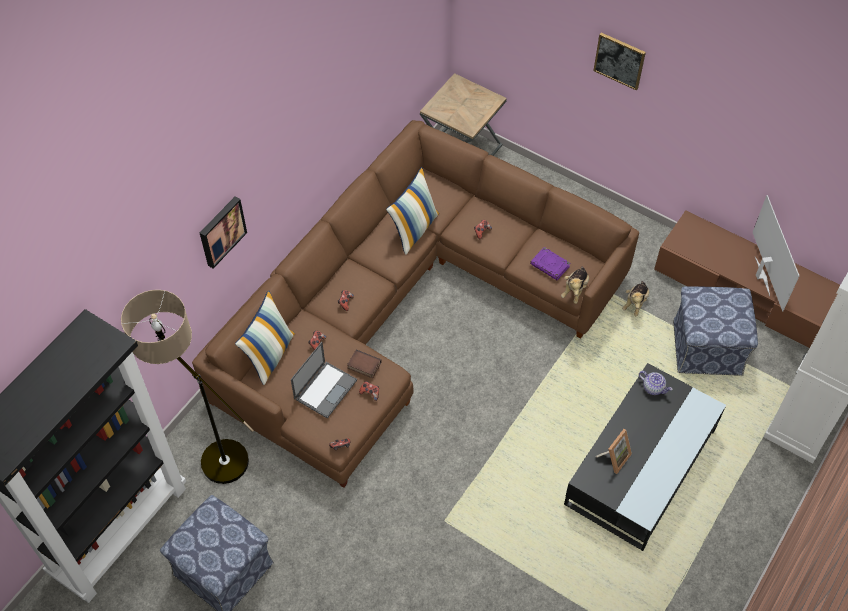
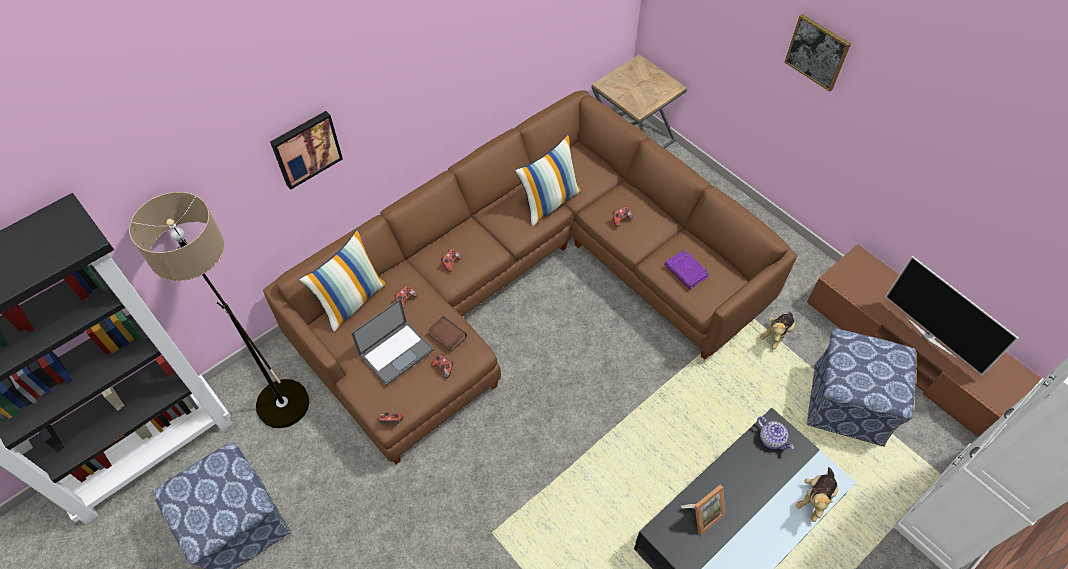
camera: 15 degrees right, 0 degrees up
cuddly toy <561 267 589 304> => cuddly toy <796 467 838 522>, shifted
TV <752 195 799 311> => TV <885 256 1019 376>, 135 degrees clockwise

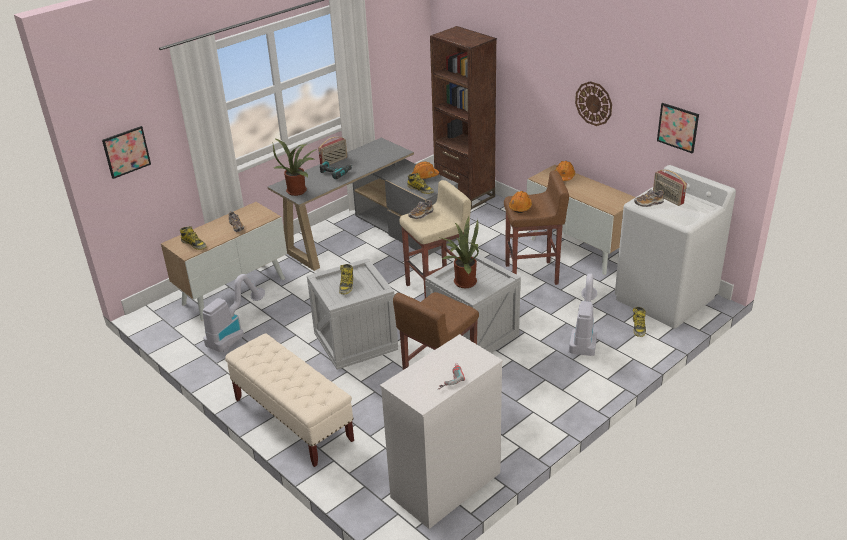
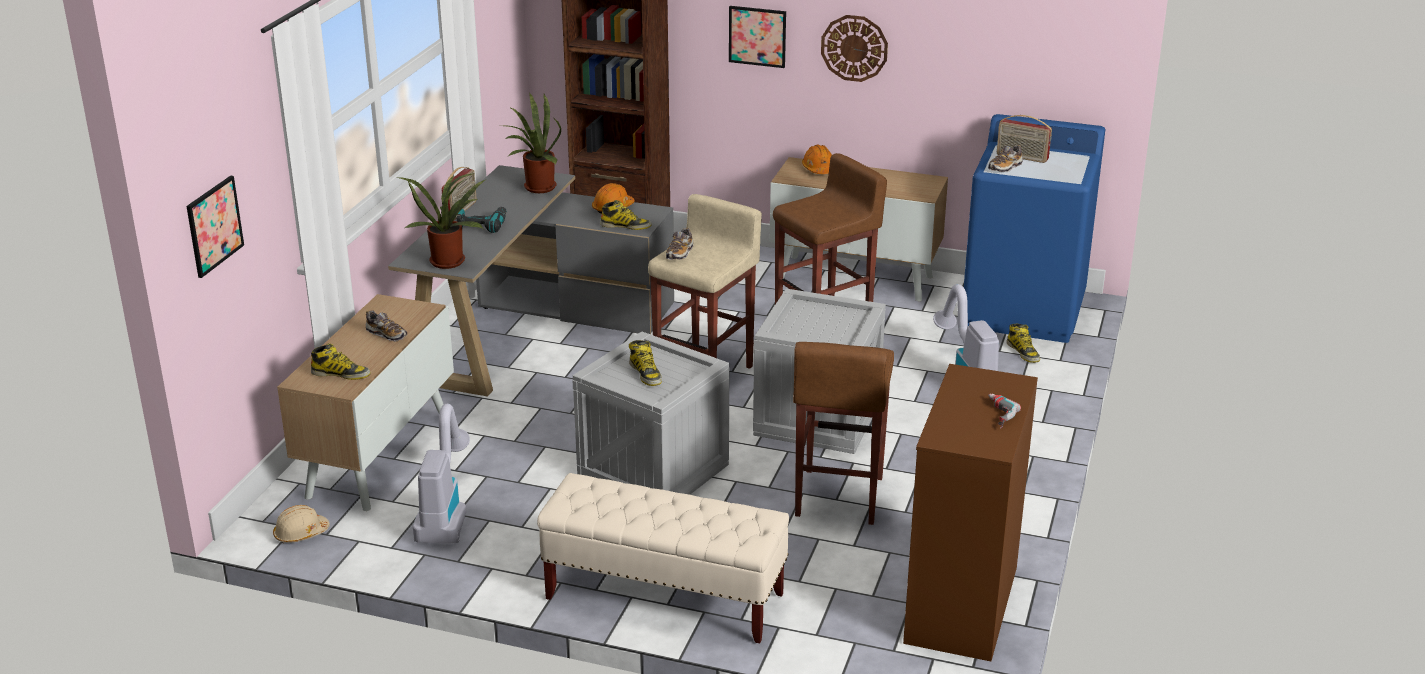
camera: 30 degrees left, 5 degrees down
whitish drawer chest <380 334 503 529> => brown-coloured drawer chest <903 364 1038 661>
plant in a pot <441 217 479 288> => plant in a pot <505 93 561 193>, shifted
orangey safety helmet <509 191 532 213> => nothing
whitish washing machine <615 165 736 329> => blue washing machine <964 114 1105 343>
wall art <657 103 699 154> => wall art <729 6 786 68>, shifted
nothing => beige-coloured safety helmet <273 505 330 543>

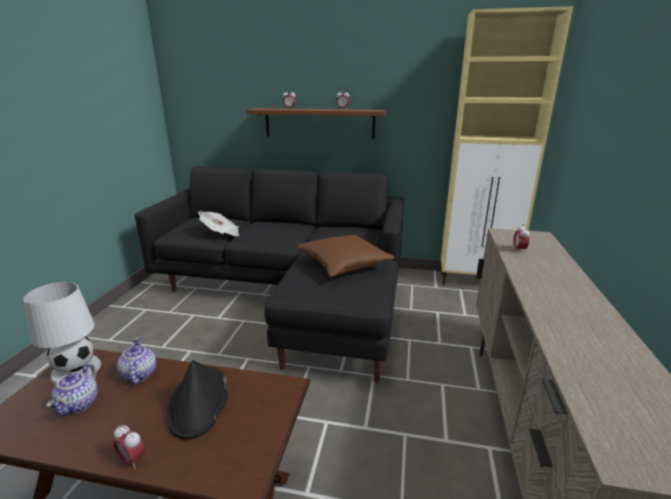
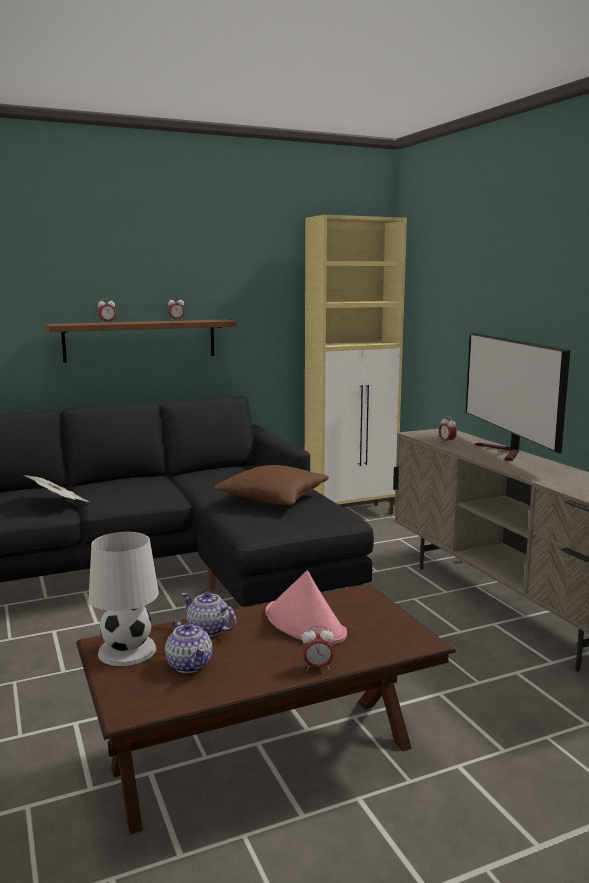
camera: 35 degrees left, 10 degrees down
black hat <167 360 228 440> => pink-coloured hat <265 571 347 645>
nothing => TV <466 333 570 461>

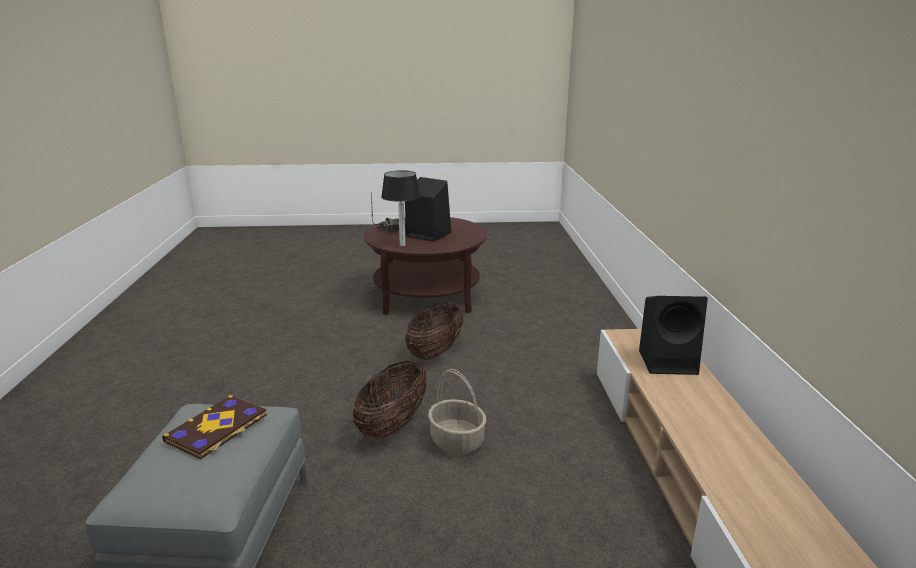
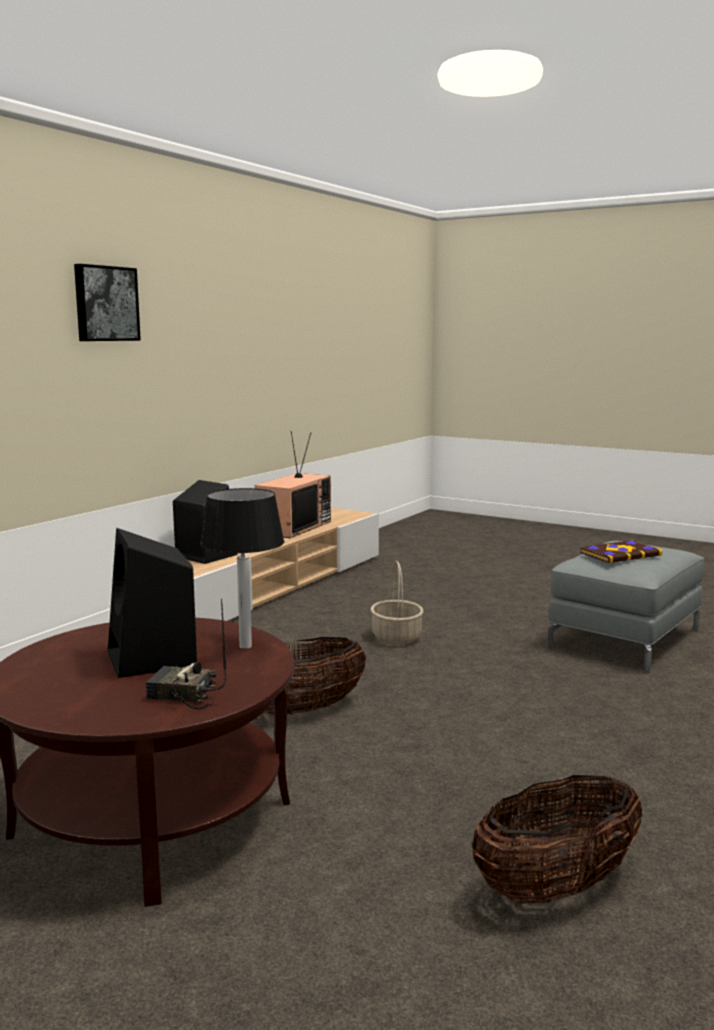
camera: 145 degrees left, 10 degrees down
basket <353 361 426 439> => basket <472 775 643 903>, shifted
nothing => wall art <74 264 141 341>
nothing => TV <255 431 331 538>

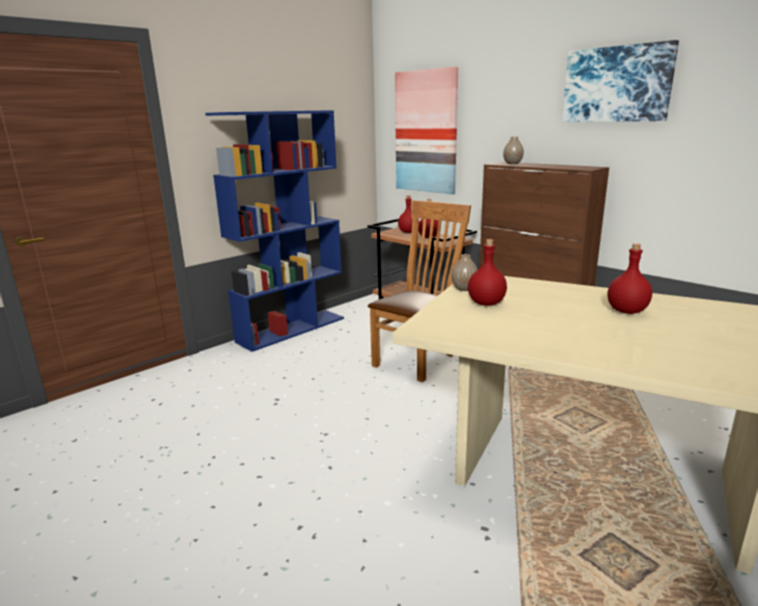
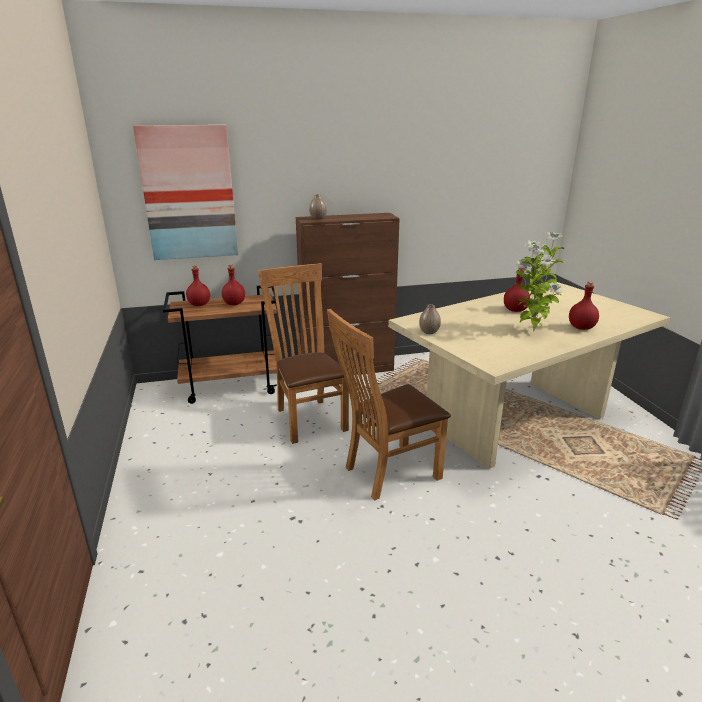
camera: 60 degrees left, 5 degrees up
blue bookcase <205 110 344 352> => nothing
red bottle <468 239 507 306> => red bottle <569 281 599 330>, shifted
wall art <562 40 679 122> => nothing
nothing => brown-coloured plain chair <327 309 451 501>
nothing => plant in a pot <515 232 564 331>

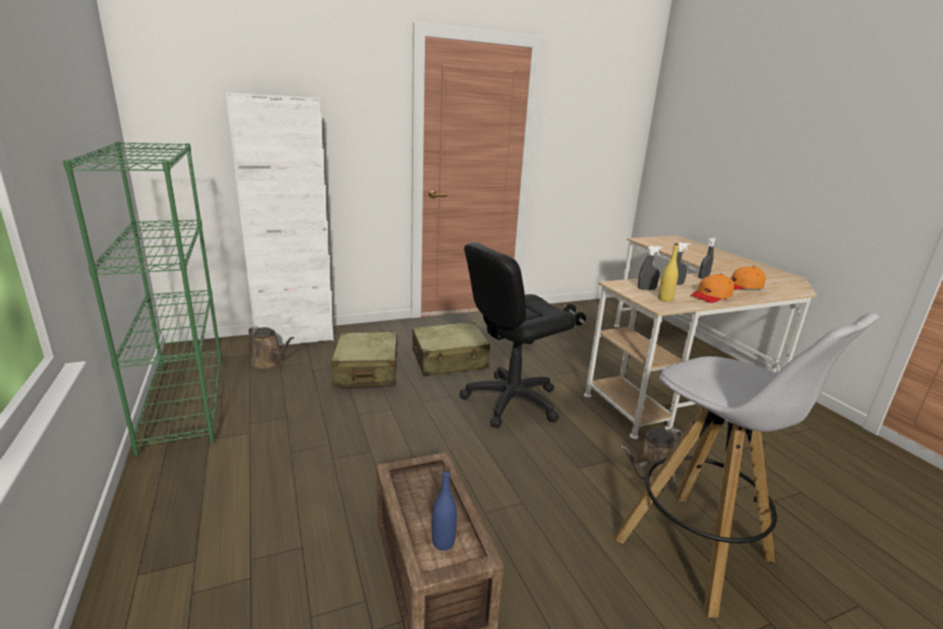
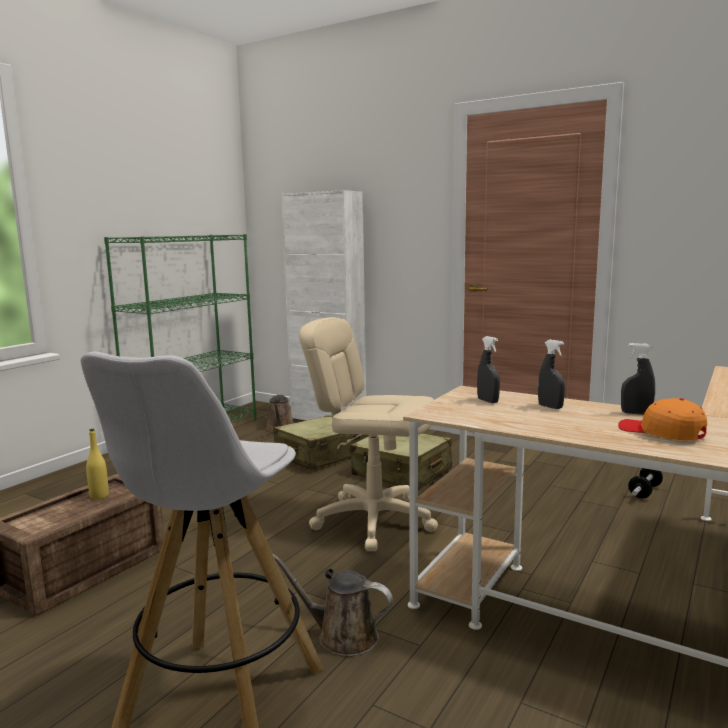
camera: 55 degrees right, 10 degrees down
blue bottle <432 467 457 551> => nothing
black office chair <459 243 576 428> => beige-coloured office chair <299 317 438 551>
yellowish bottle <658 243 679 302> => yellowish bottle <86 429 109 500>, shifted
orangey peaked cap <690 274 734 303> => nothing

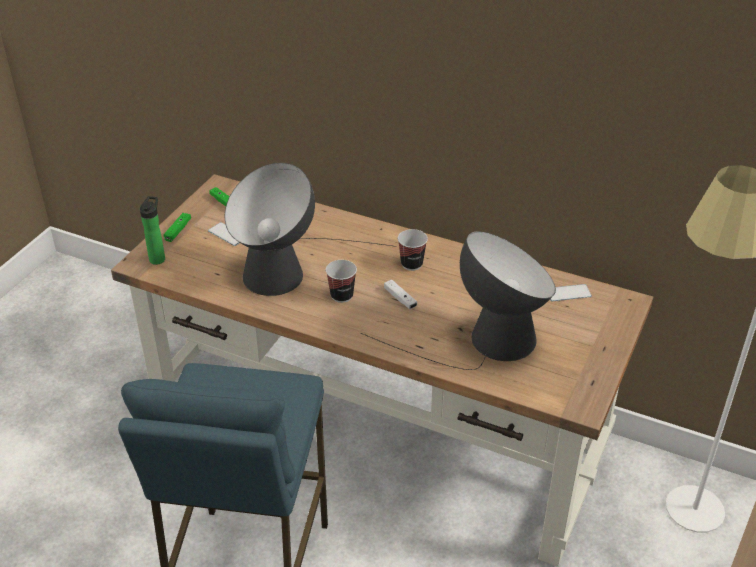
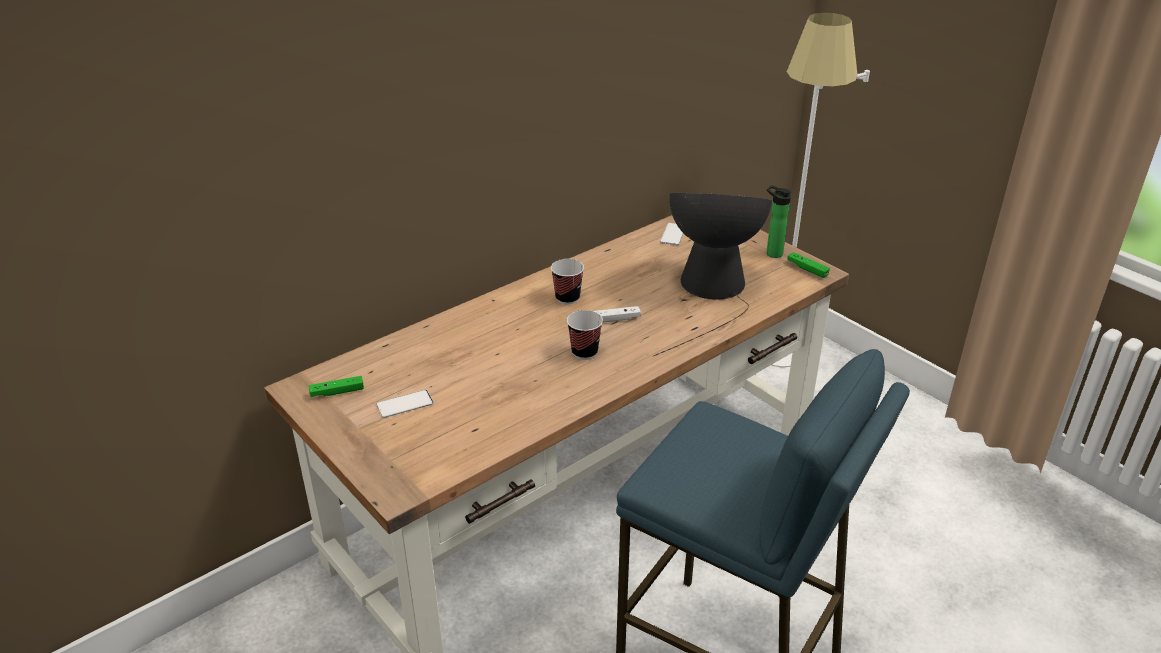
camera: 65 degrees left, 5 degrees down
bottle <140 196 165 265> => bottle <766 185 791 258>, shifted
green joypad <163 213 191 242> => green joypad <787 252 830 278>, shifted
lamp for a table <225 163 396 296> => nothing

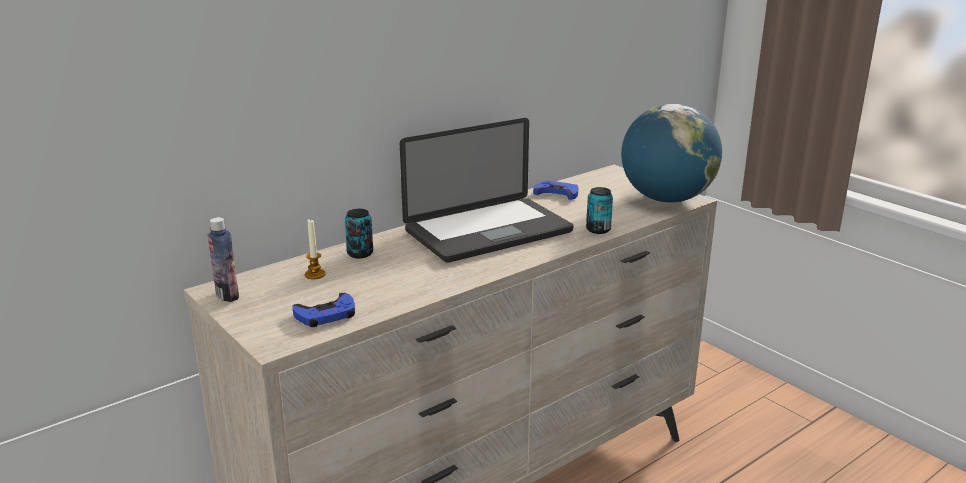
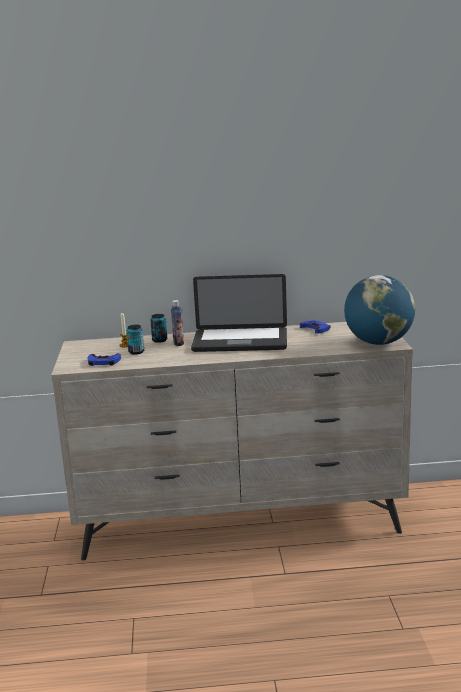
camera: 35 degrees right, 5 degrees down
bottle <208 217 239 302> => bottle <171 300 184 346>, shifted
metal can <586 187 613 234> => metal can <127 324 144 355>, shifted

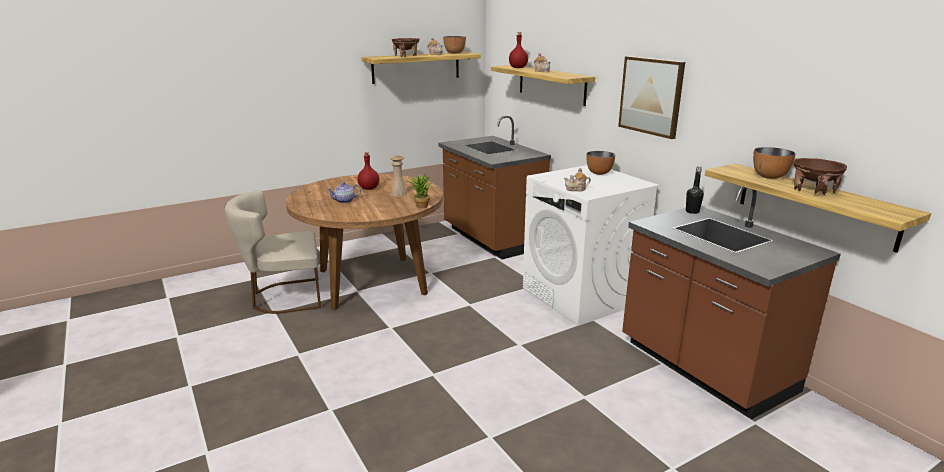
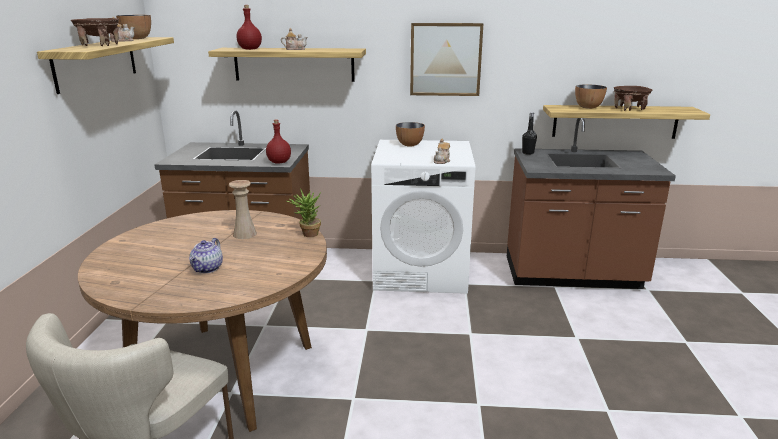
camera: 55 degrees left, 0 degrees up
red bottle <357 152 379 190> => red bottle <266 120 291 164>, shifted

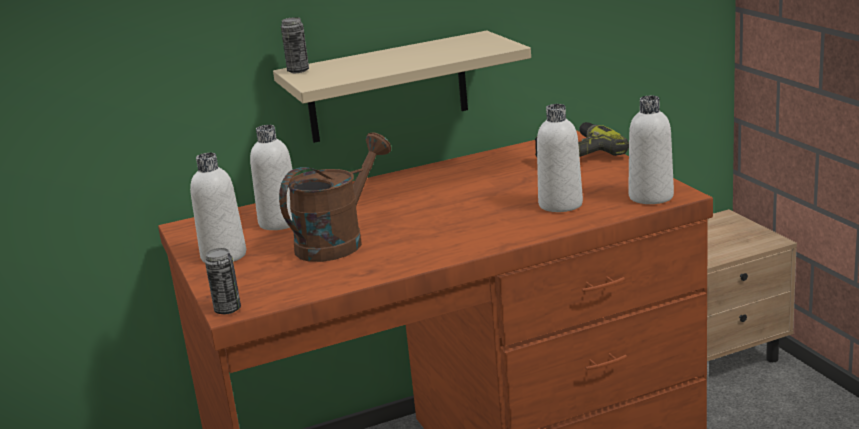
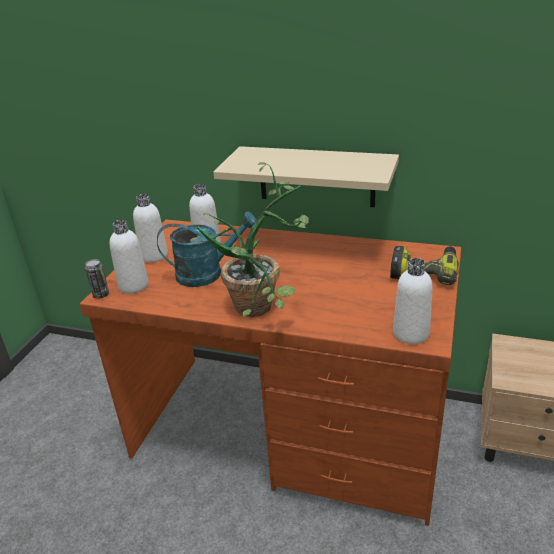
camera: 40 degrees right, 10 degrees up
brown-coloured watering pot <279 132 391 262> => blue-green watering pot <157 212 257 287>
metal can <281 17 309 73> => nothing
whitish bottle <537 104 583 212> => whitish bottle <110 220 149 294>, shifted
nothing => plant in a pot <190 162 309 317>

